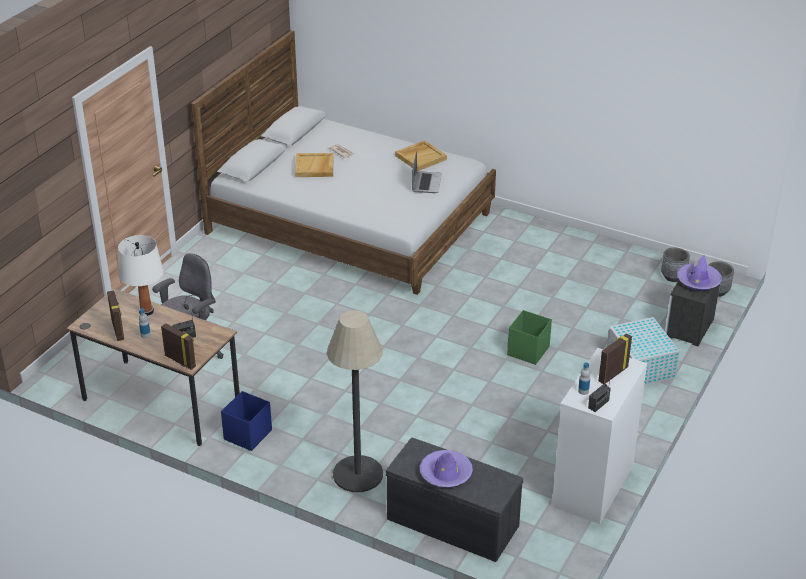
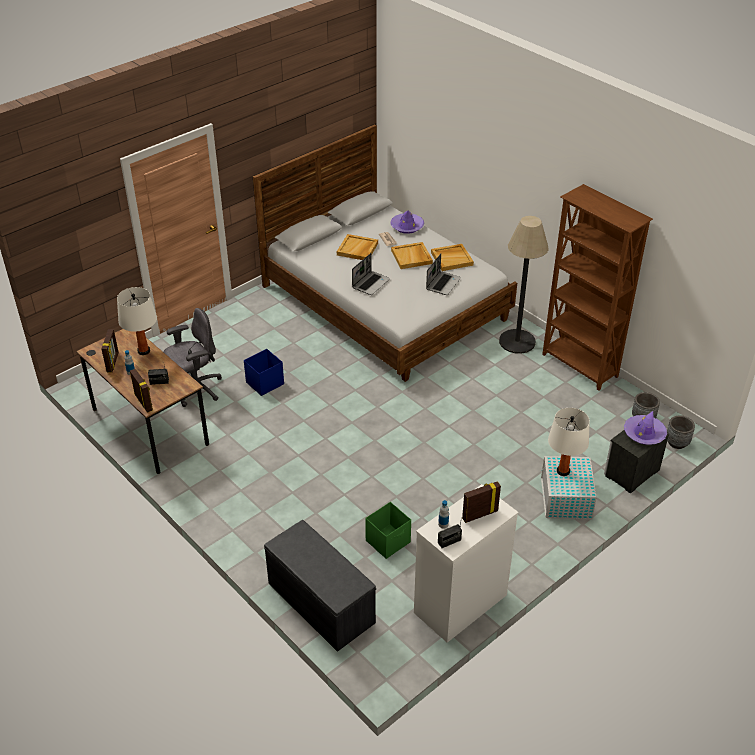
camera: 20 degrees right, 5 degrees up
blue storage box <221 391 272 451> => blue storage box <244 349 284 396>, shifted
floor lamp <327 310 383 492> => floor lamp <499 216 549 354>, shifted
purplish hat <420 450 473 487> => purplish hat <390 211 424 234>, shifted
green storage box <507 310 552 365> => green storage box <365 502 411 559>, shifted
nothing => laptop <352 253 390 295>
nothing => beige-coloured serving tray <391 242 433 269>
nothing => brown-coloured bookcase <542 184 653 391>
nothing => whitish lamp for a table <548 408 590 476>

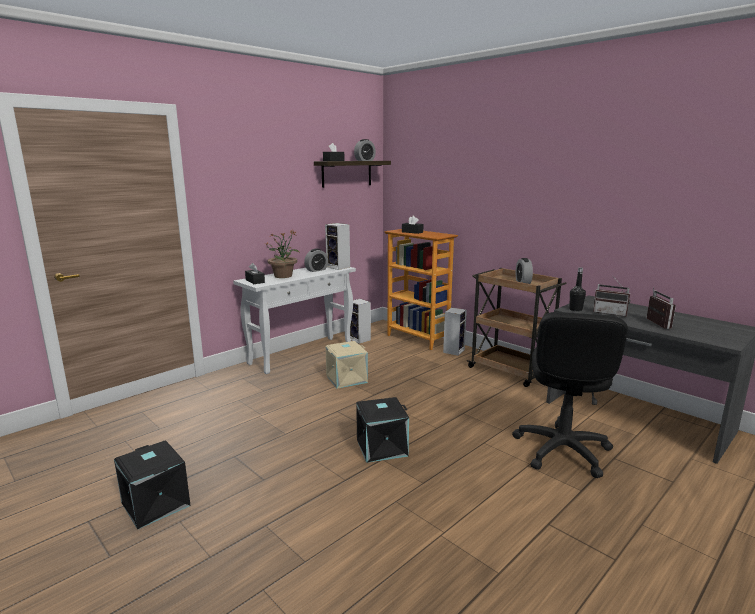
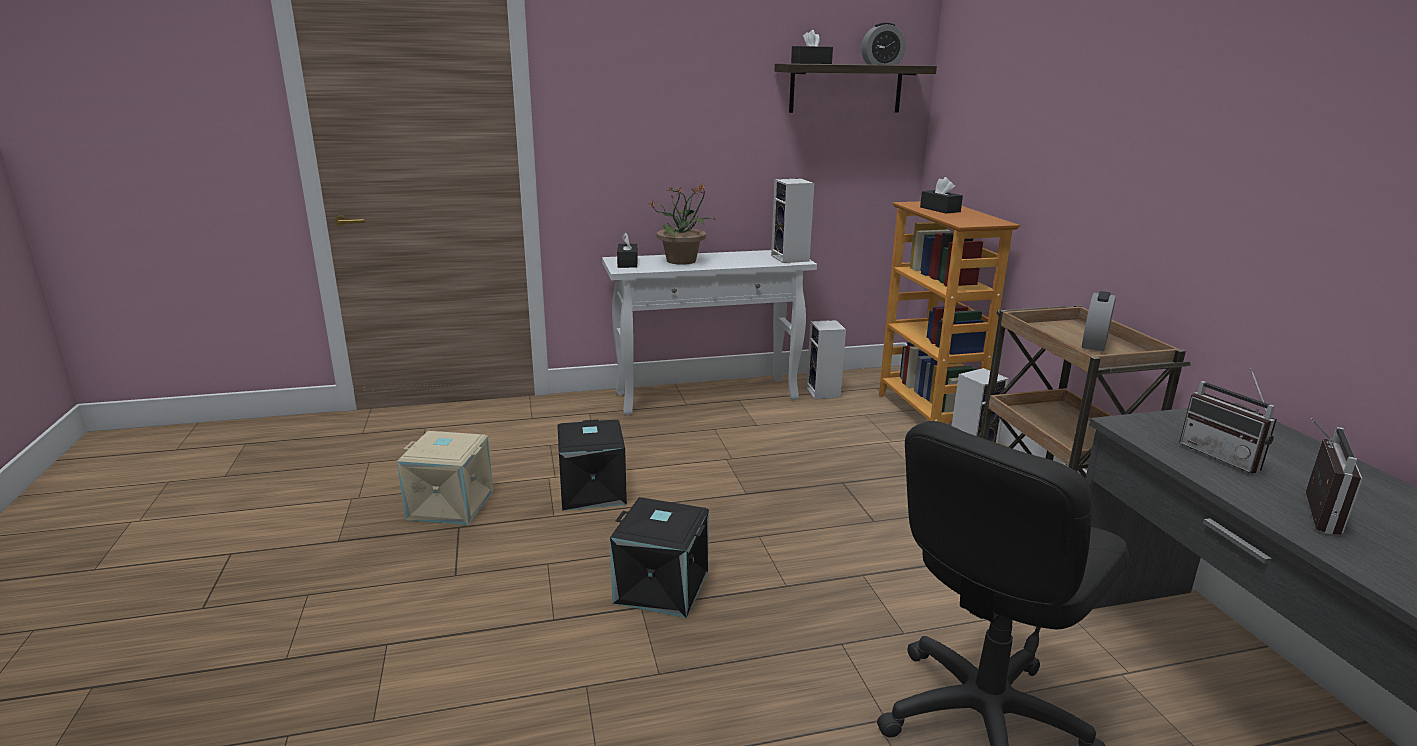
camera: 30 degrees right, 5 degrees up
black storage box <114 441 191 530> => black storage box <557 420 627 510>, shifted
bedside clock <304 249 328 272> => nothing
beige-coloured storage box <325 341 368 389> => beige-coloured storage box <397 431 493 525>, shifted
black bottle <569 267 586 311> => nothing

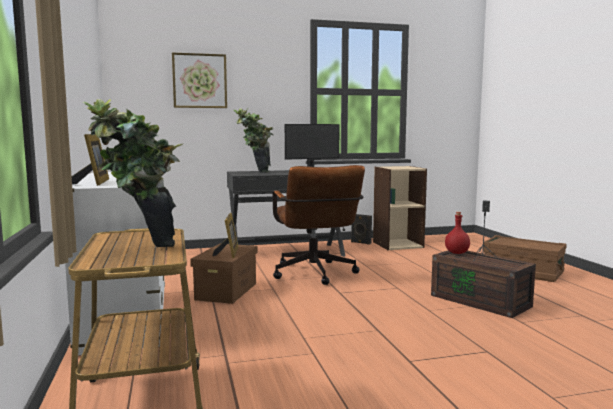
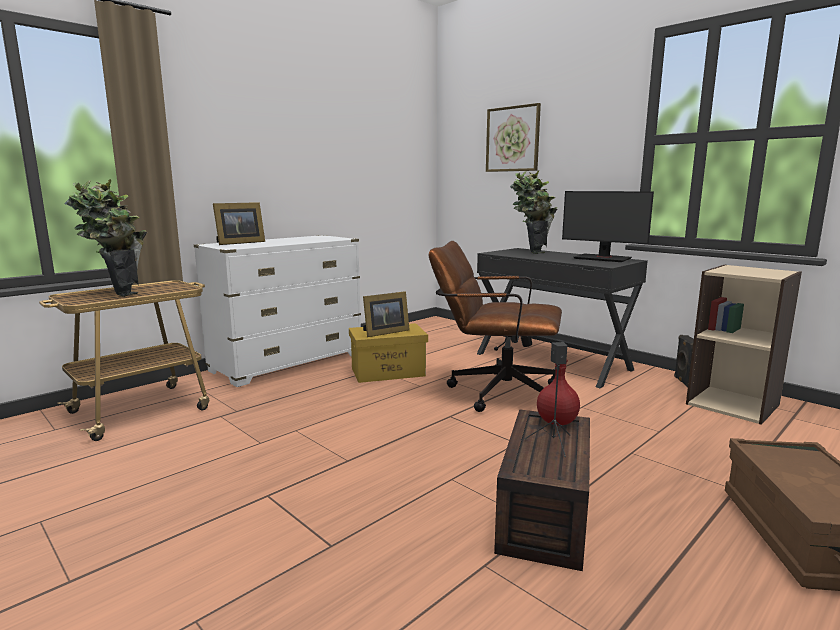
camera: 60 degrees right, 5 degrees up
brown-coloured storage box <190 244 258 304> => yellowish storage box <349 323 428 383>
brown-coloured office chair <273 165 365 285> => brown-coloured office chair <429 241 562 412>, 60 degrees clockwise

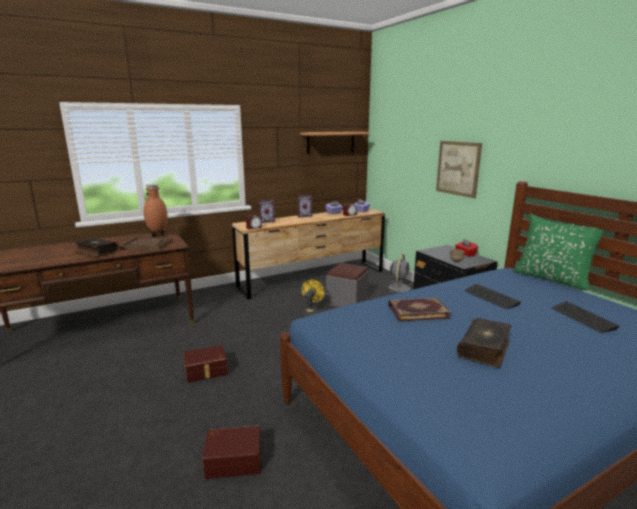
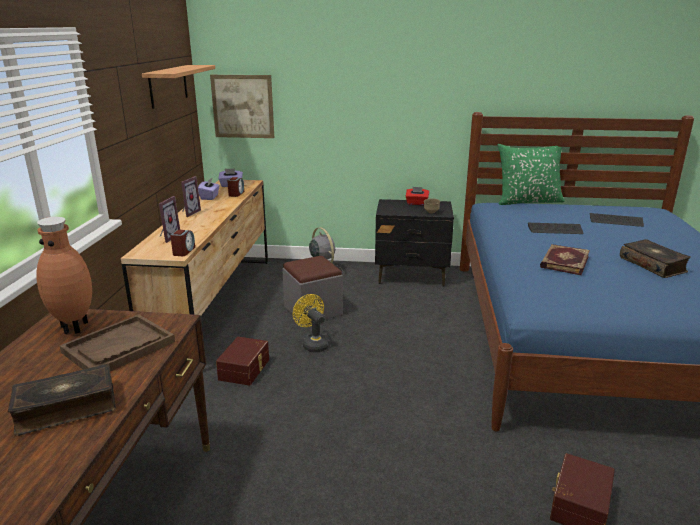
camera: 55 degrees left, 5 degrees up
brown-coloured storage box <184 345 228 383> => brown-coloured storage box <216 337 269 386>, shifted
wall art <436 141 482 198> => wall art <210 75 274 138>, shifted

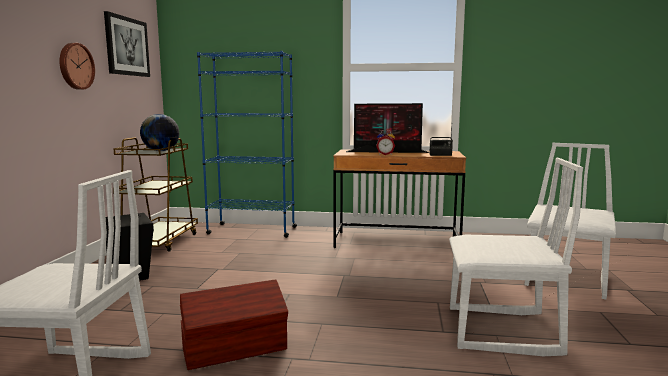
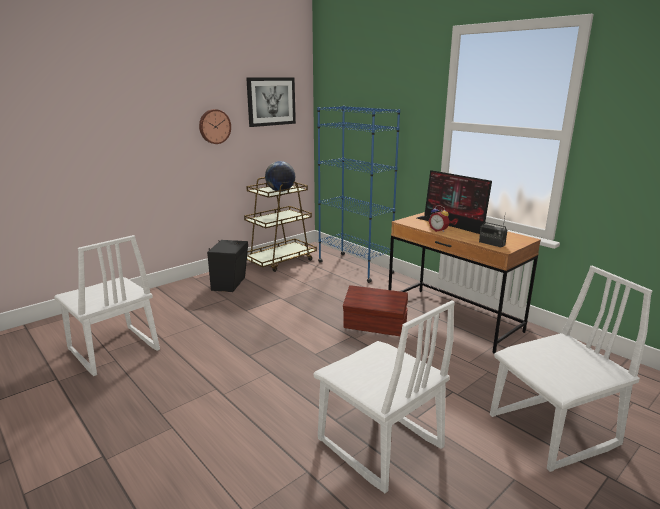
camera: 40 degrees right, 10 degrees up
brown-coloured storage box <180 279 288 370> => brown-coloured storage box <343 285 408 336>, shifted

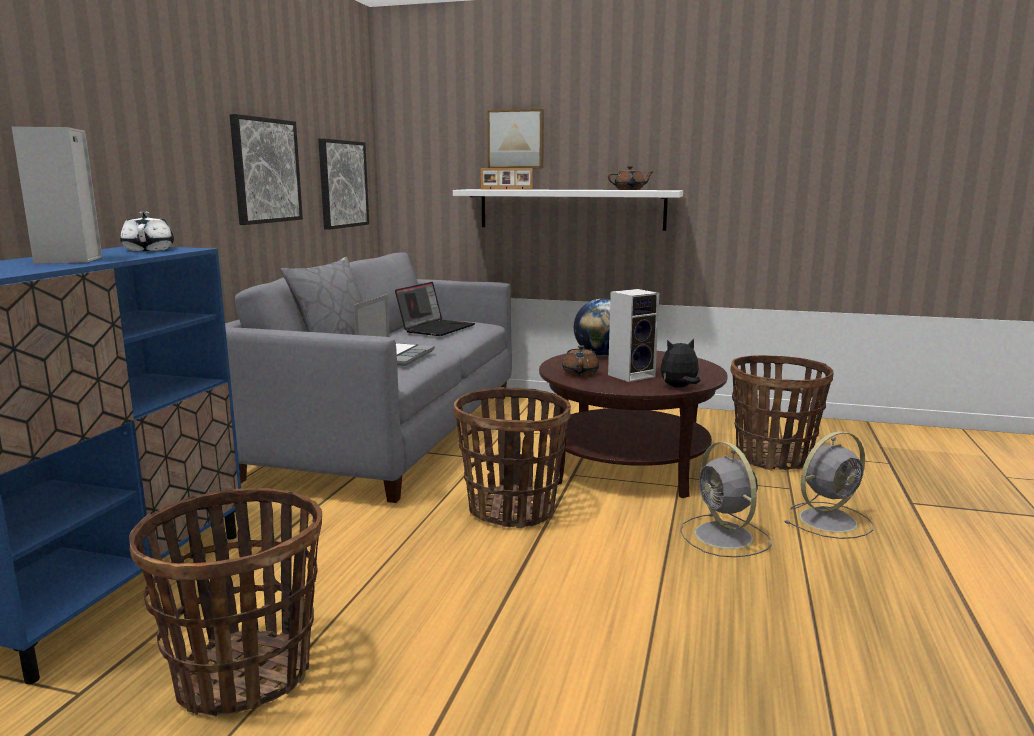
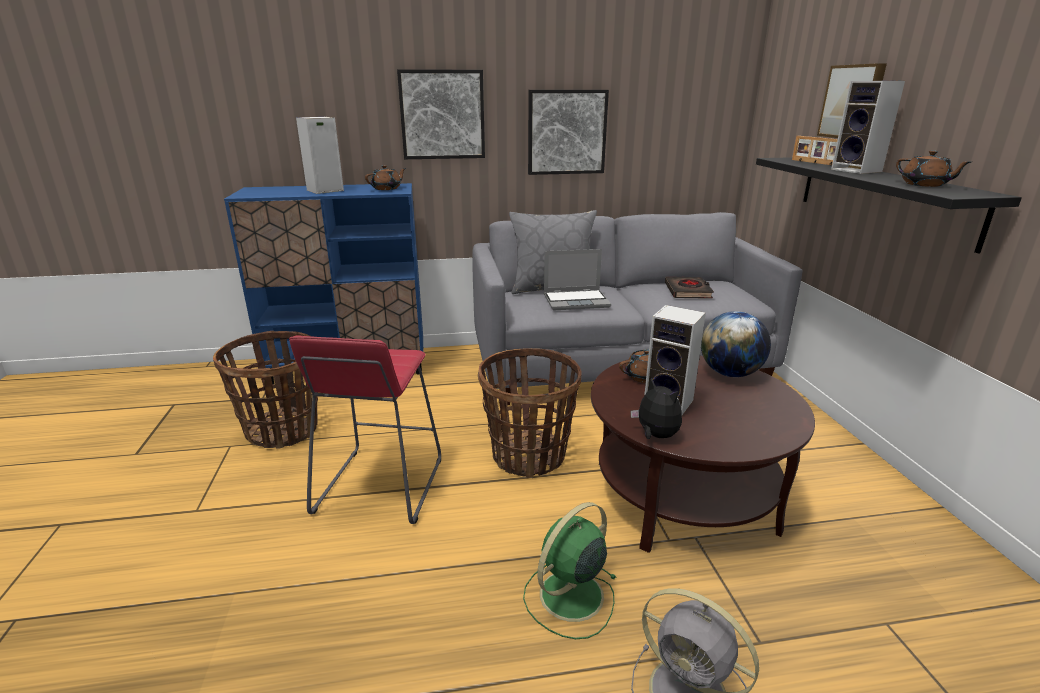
camera: 65 degrees right, 10 degrees up
whitish teapot <120 212 174 251> => brown-coloured teapot <365 165 406 190>
wall art <318 139 369 230> => wall art <397 69 485 159>, shifted
laptop <395 282 475 336> => black book <665 277 714 299>
whitish bracket shelf <453 189 683 231> => black bracket shelf <756 157 1022 253>
grey cooling fan <680 441 772 557> => green cooling fan <523 502 617 639>
basket <730 355 834 470> => nothing
nothing => red sitting stool <289 335 441 524>
nothing => loudspeaker <831 81 905 174>

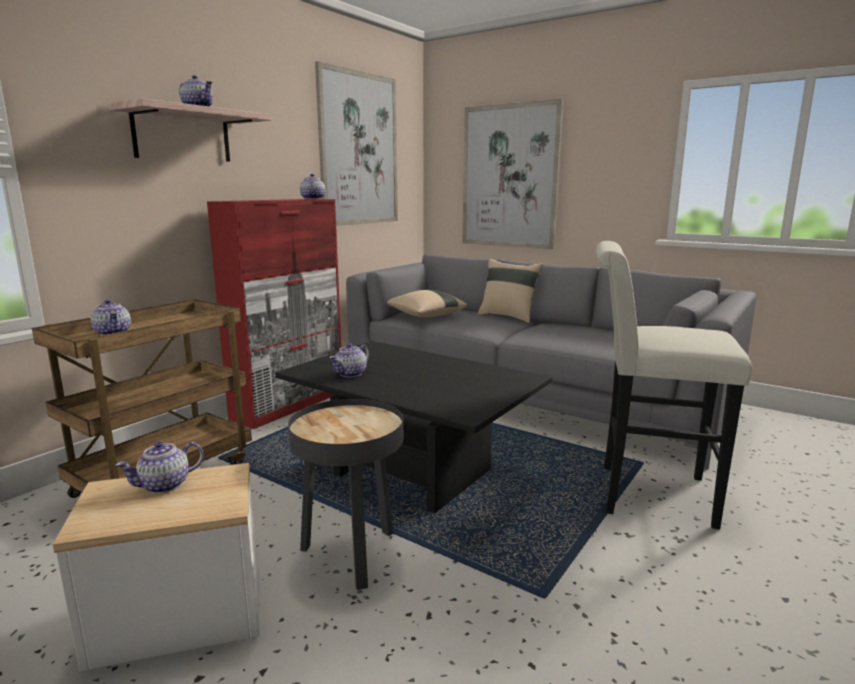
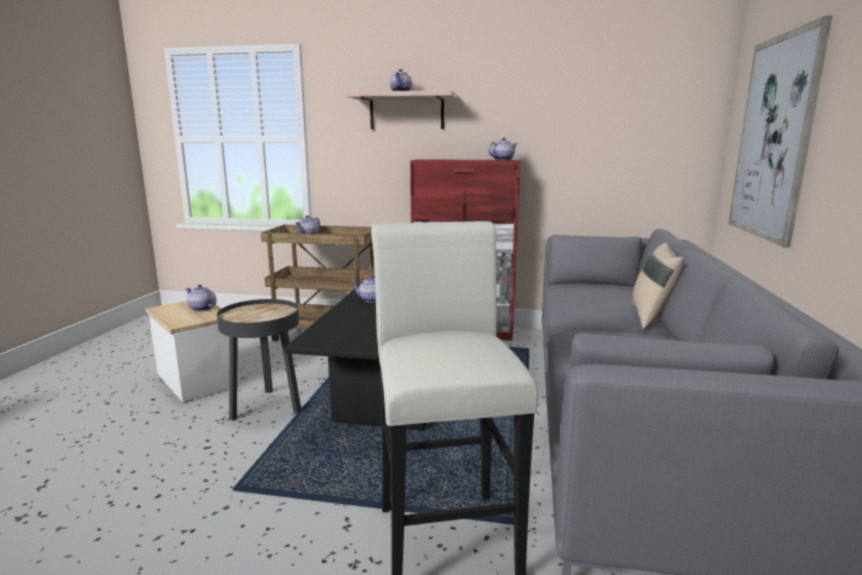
camera: 65 degrees right, 0 degrees up
wall art <315 61 398 226> => nothing
beige-coloured pillow <387 290 467 317> => nothing

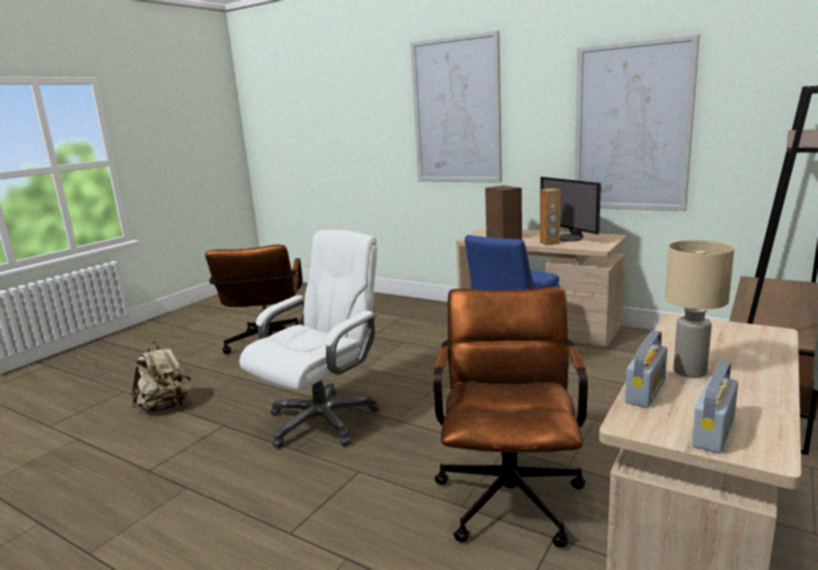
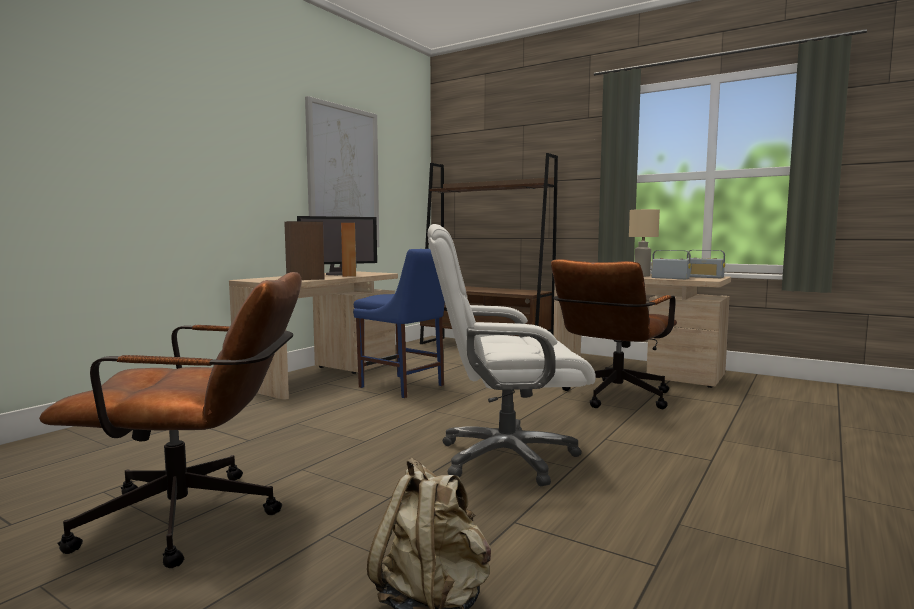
camera: 90 degrees left, 10 degrees down
whitish office chair <239 230 379 448> => whitish office chair <427 224 596 486>, 45 degrees counterclockwise
wall art <410 30 502 183> => nothing
brown-coloured office chair <433 287 588 548> => brown-coloured office chair <551 259 677 409>, 60 degrees counterclockwise

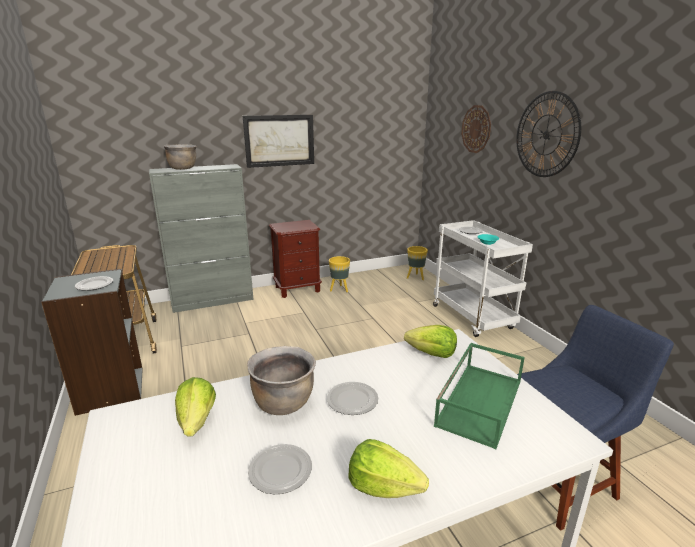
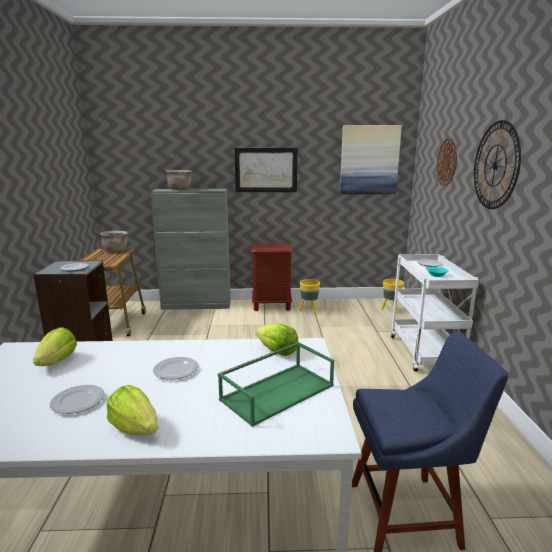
camera: 20 degrees right, 5 degrees down
brown-coloured saucepot <247 346 316 415> => brown-coloured saucepot <100 231 128 253>, shifted
nothing => wall art <340 125 402 195>

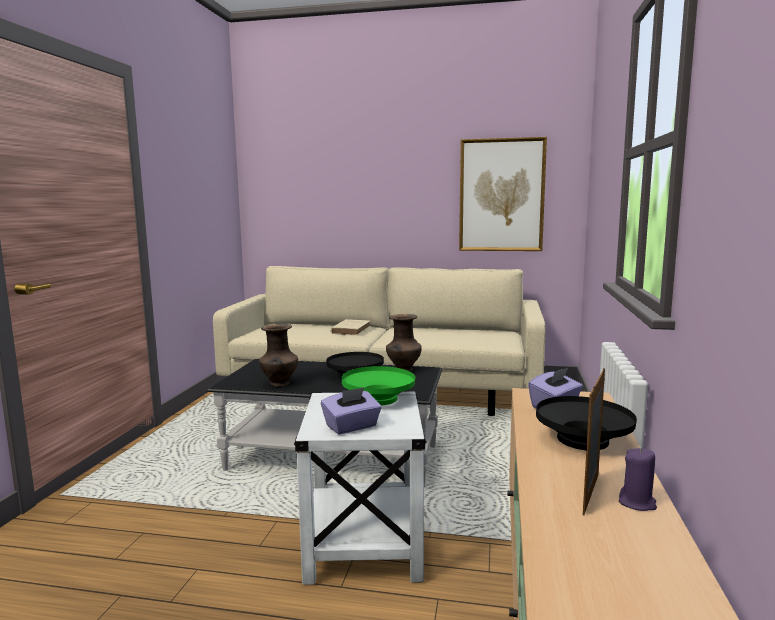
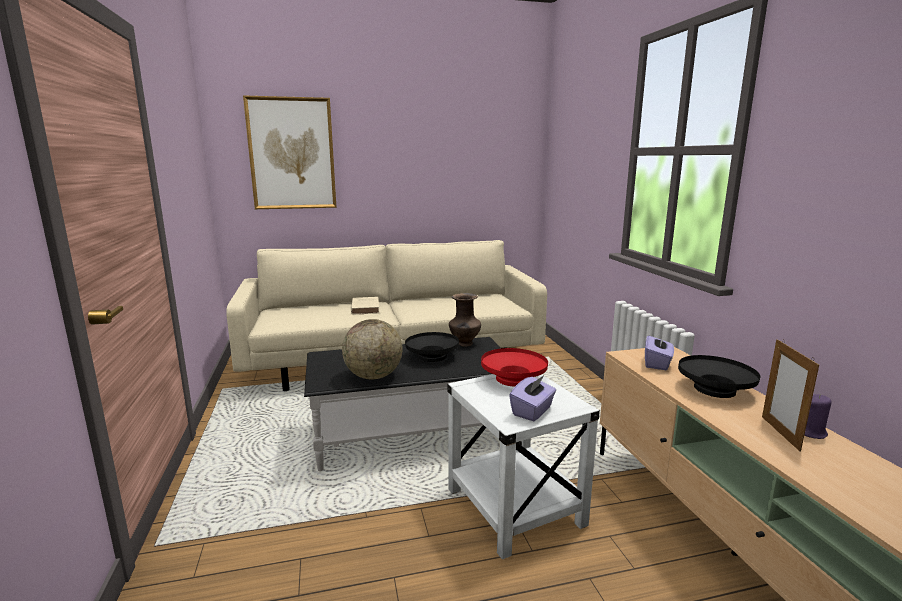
camera: 25 degrees left, 5 degrees up
brown-coloured vase <259 323 298 387> => desk globe <342 319 403 379>
green serving bowl <342 366 415 405> => red serving bowl <481 348 548 387>
wall art <459 137 547 251> => wall art <243 95 337 209>, shifted

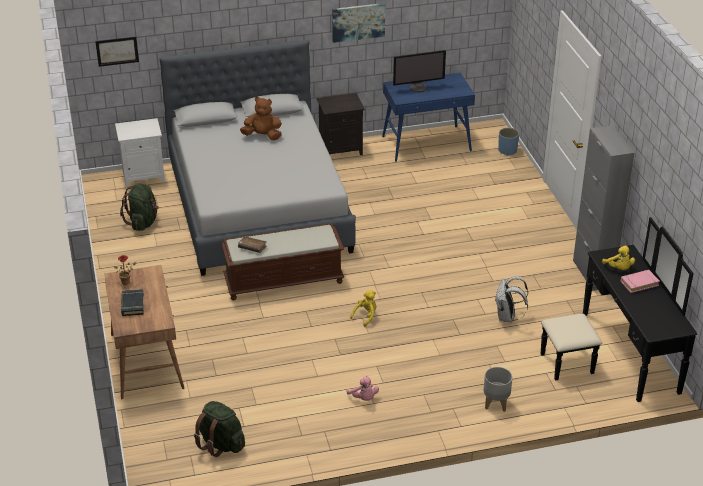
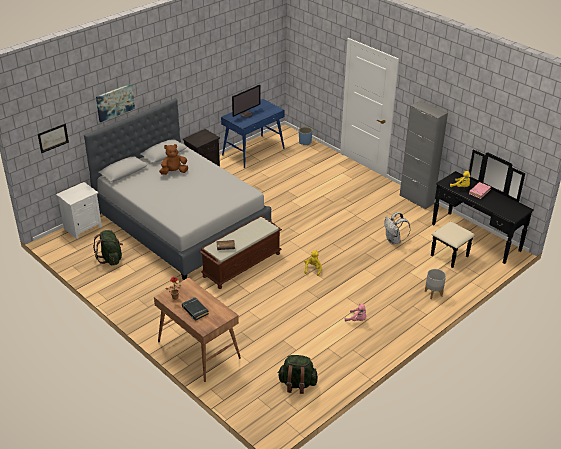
camera: 30 degrees left, 0 degrees up
wall art <332 3 385 43> => wall art <96 84 135 122>, shifted

